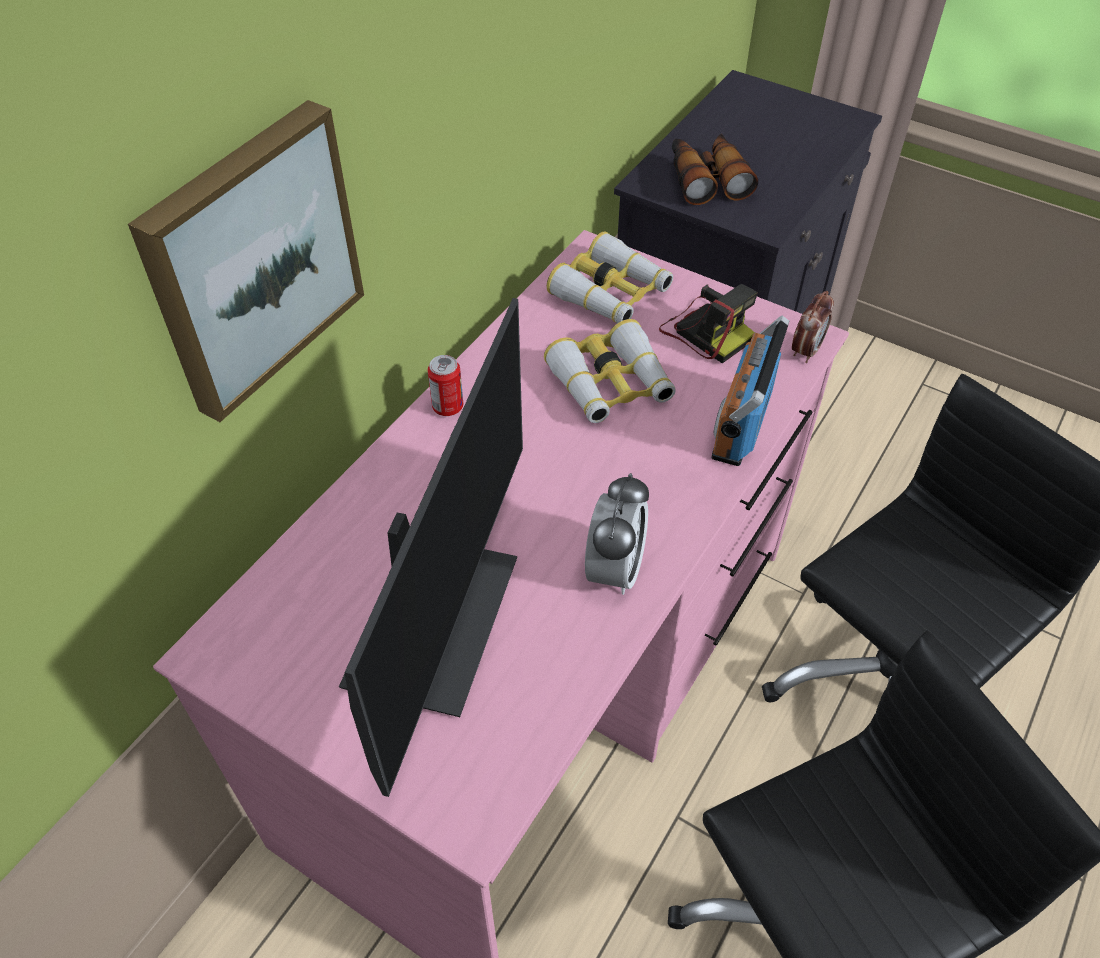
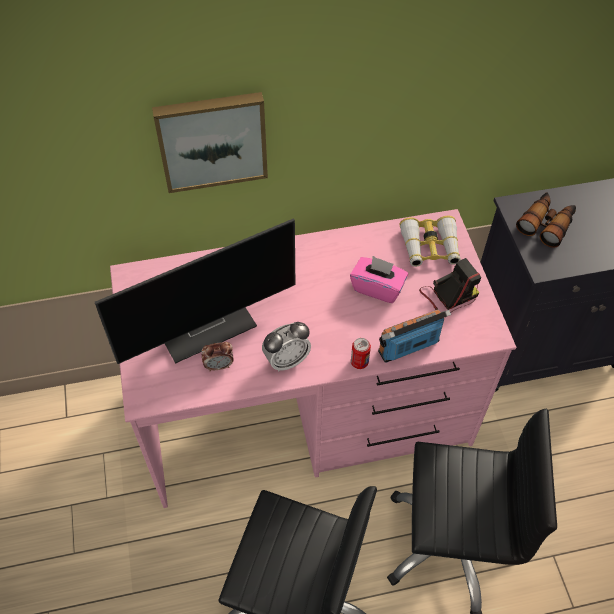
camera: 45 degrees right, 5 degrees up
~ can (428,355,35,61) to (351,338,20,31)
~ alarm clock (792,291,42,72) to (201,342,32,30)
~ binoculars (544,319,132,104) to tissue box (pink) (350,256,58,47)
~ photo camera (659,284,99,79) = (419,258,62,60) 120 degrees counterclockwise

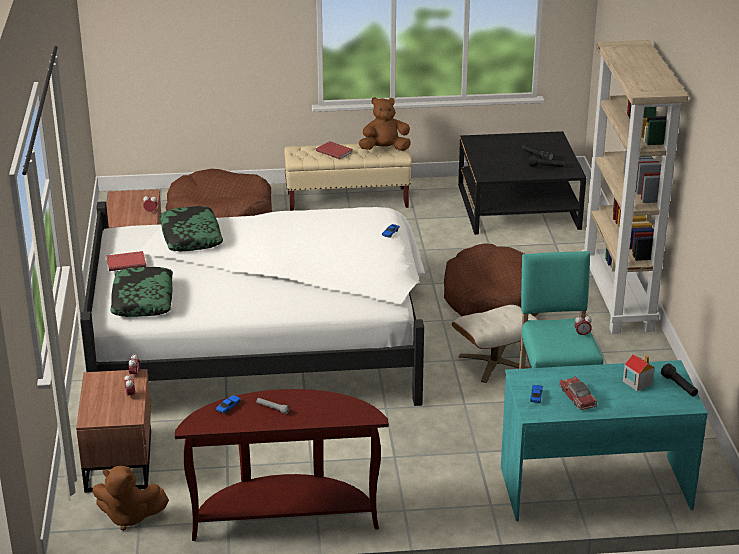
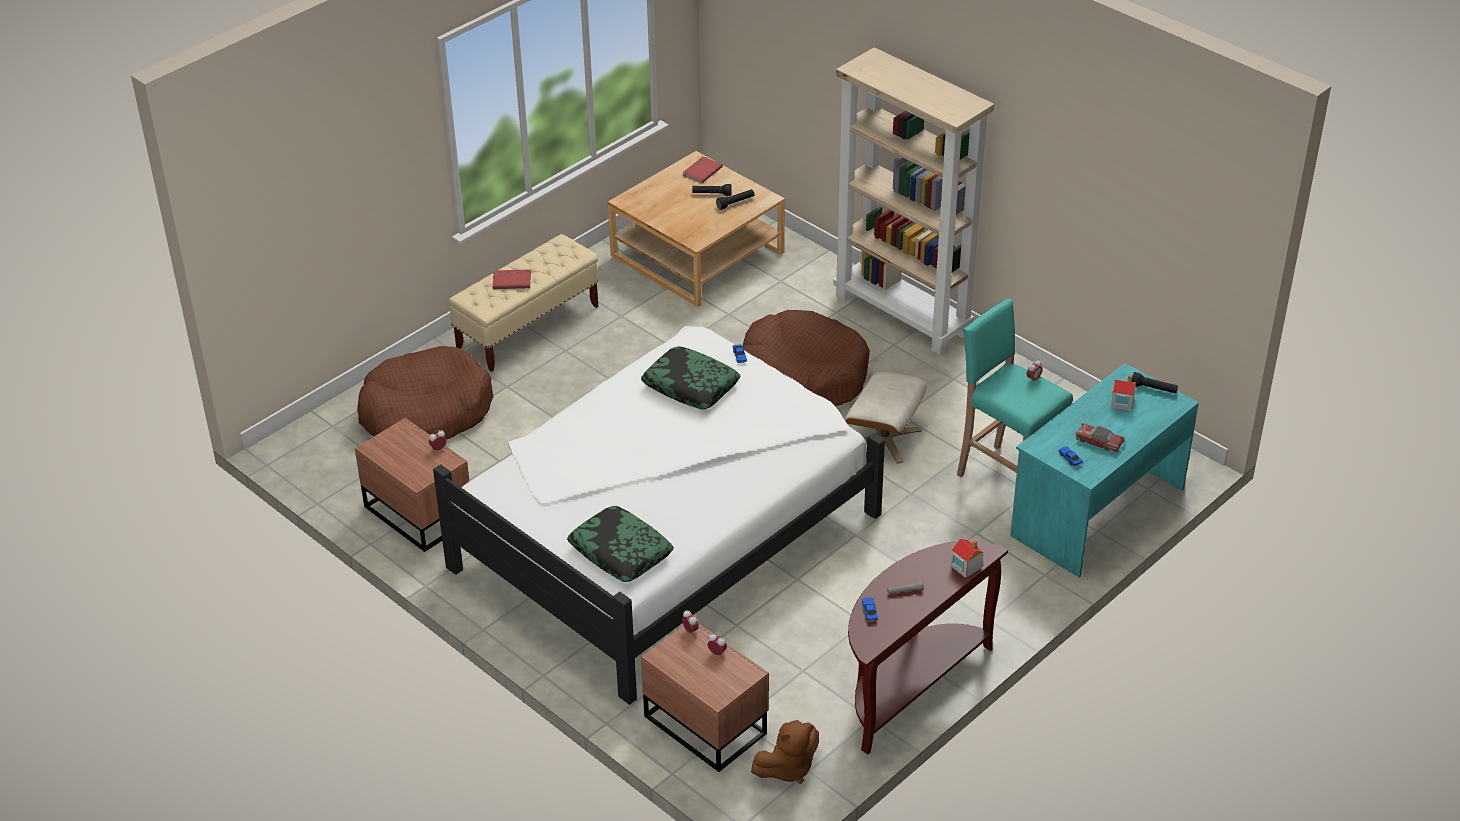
camera: 40 degrees left, 10 degrees up
- plush toy (brown) (358,97,53,54)
+ toy house (950,539,33,39)
~ book (red) (106,251,40,20) to (682,156,41,27)
~ pillow (159,206,64,46) to (641,346,99,63)
~ coffee table (black) (458,131,128,104) to coffee table (beige) (608,151,177,156)

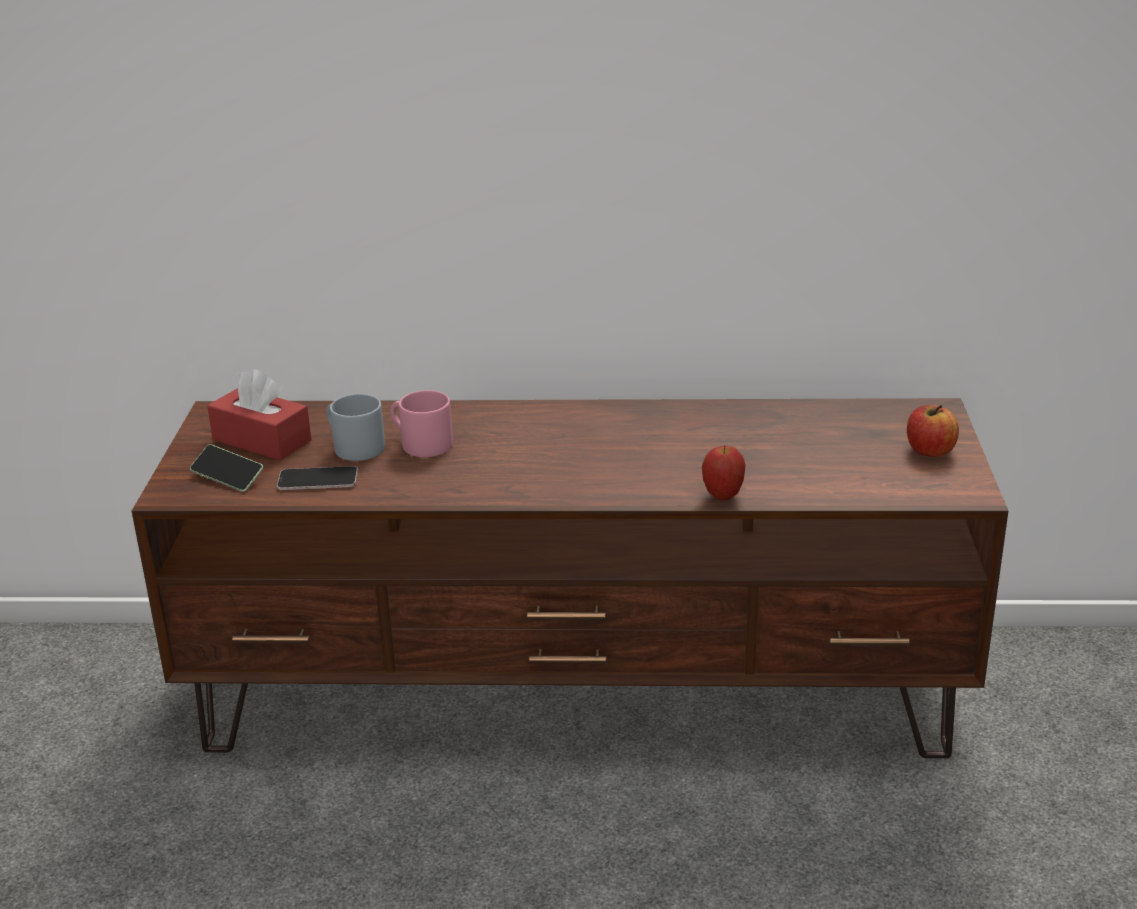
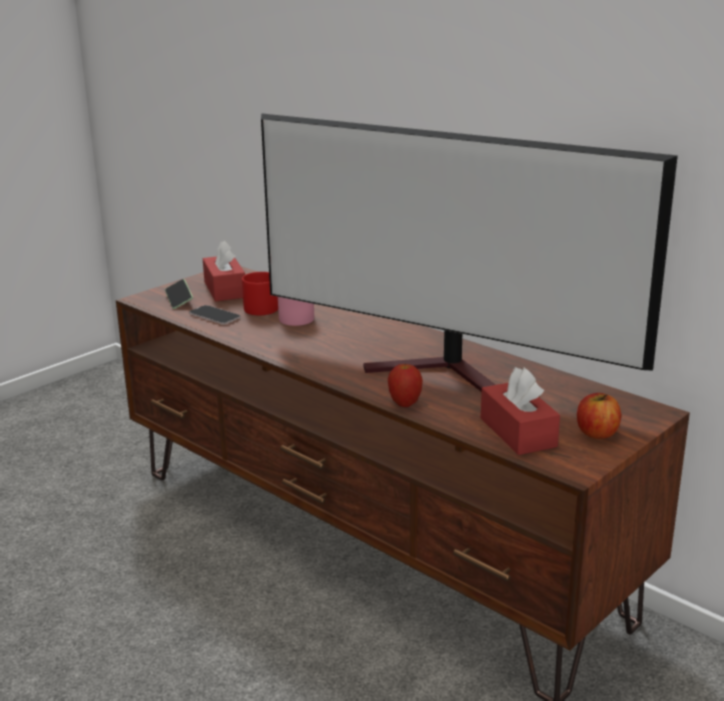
camera: 40 degrees right, 5 degrees down
+ television (261,113,417,279)
+ tissue box (red) (481,368,79,87)
~ mug (grey) (326,394,59,67) to mug (red) (242,272,36,43)

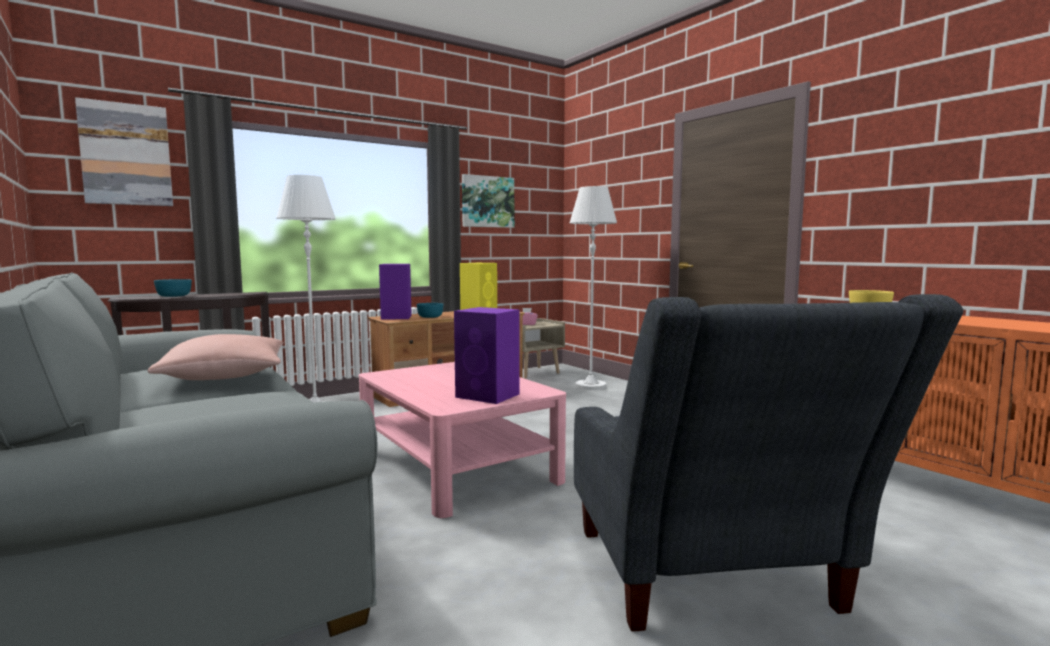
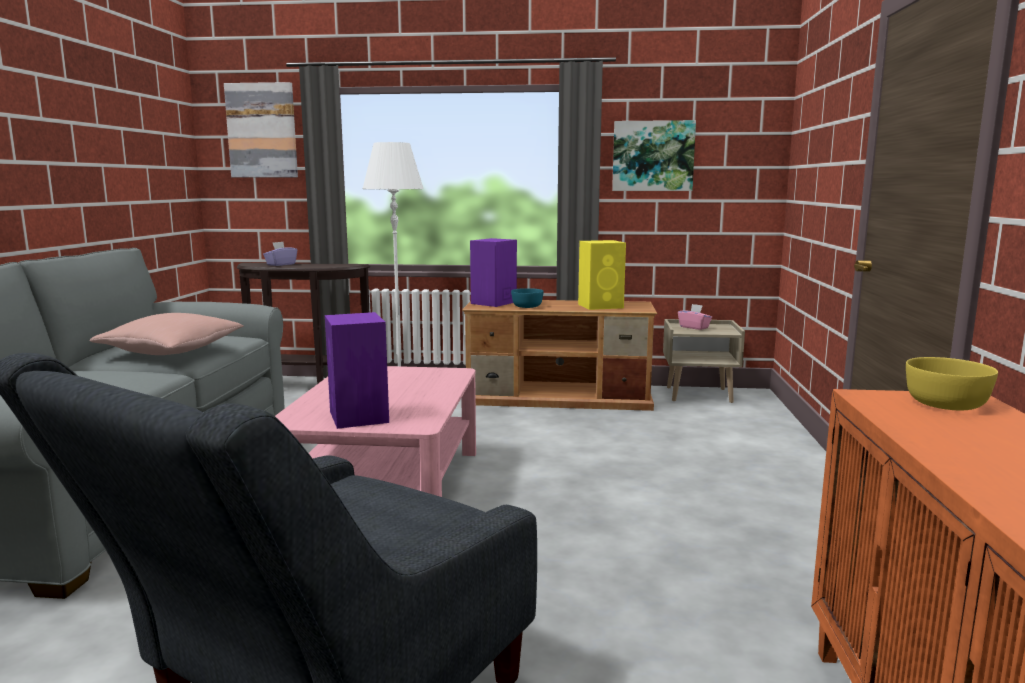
camera: 40 degrees right, 5 degrees up
- floor lamp (white) (570,186,47,204)
~ bowl (turquoise) (154,279,38,18) to tissue box (purple) (263,242,34,24)

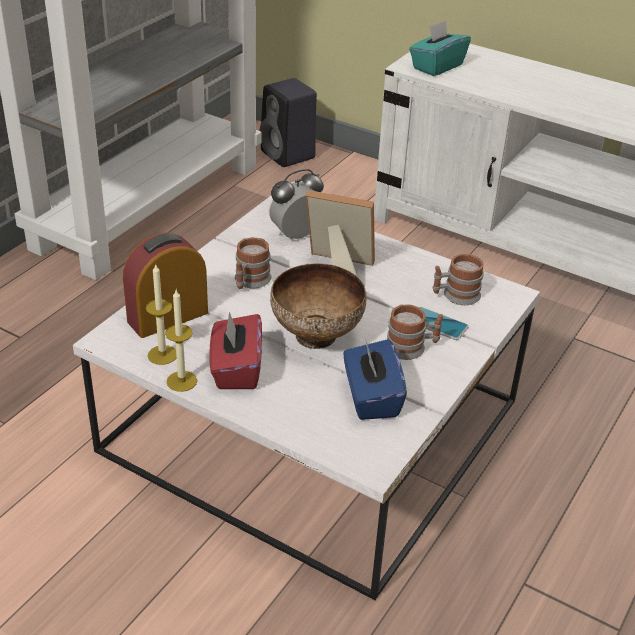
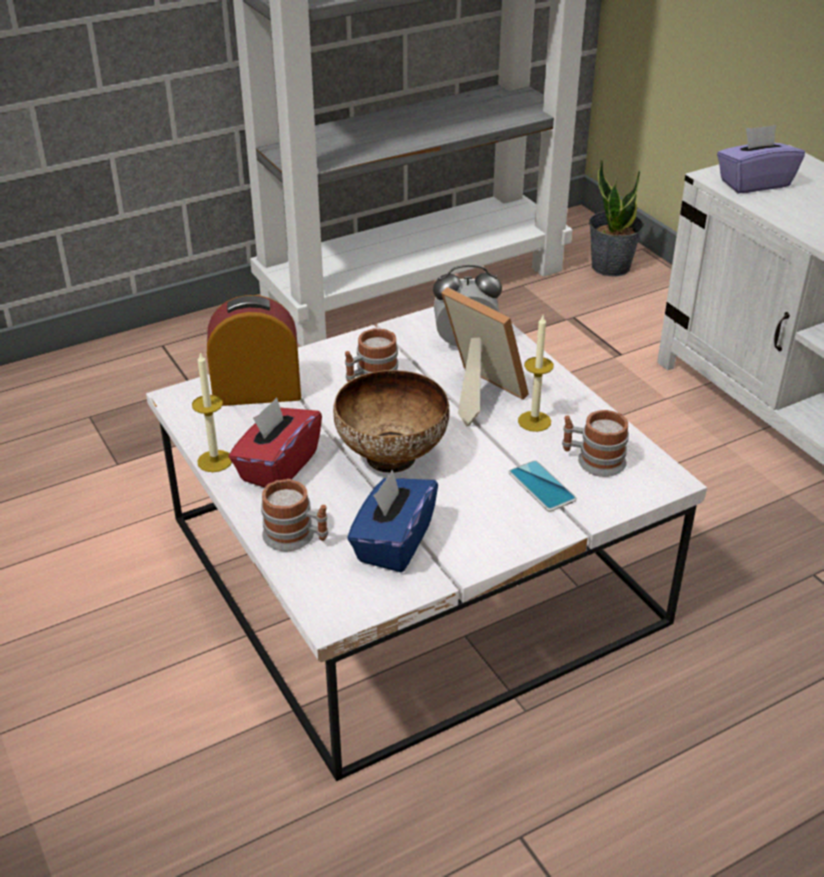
camera: 30 degrees right, 0 degrees up
~ candle (146,263,31,102) to (518,316,36,116)
~ mug (387,304,56,56) to (261,479,67,72)
~ speaker (black) (260,78,57,89) to potted plant (589,159,54,118)
~ tissue box (turquoise) (409,20,62,56) to tissue box (purple) (717,125,88,68)

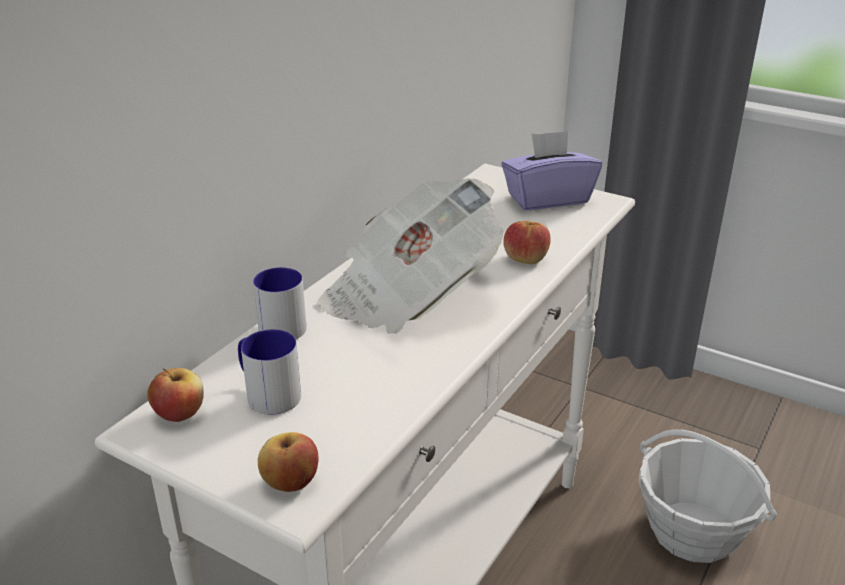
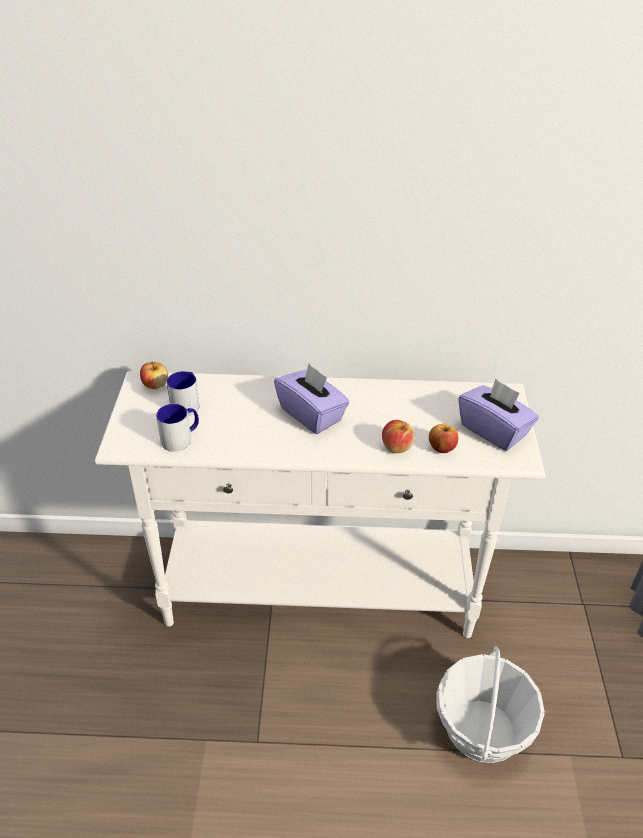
camera: 60 degrees right, 10 degrees up
~ mug (253,267,54,72) to (156,404,43,48)
~ apple (258,432,61,60) to (429,424,29,29)
~ newspaper (319,178,185,156) to tissue box (purple) (274,364,76,70)

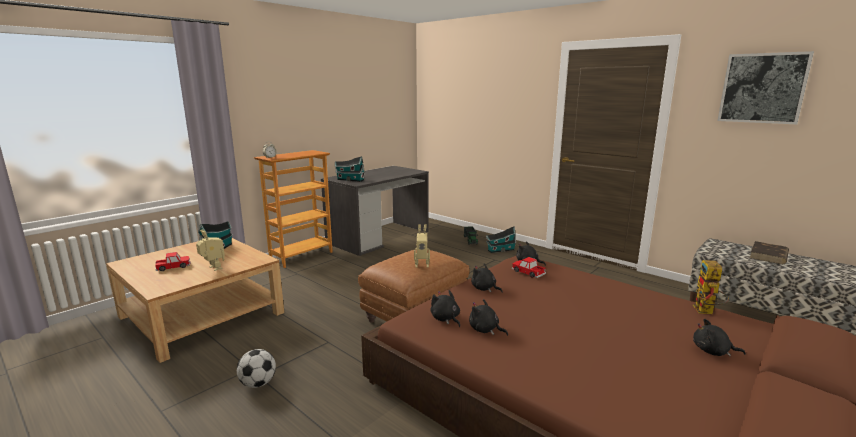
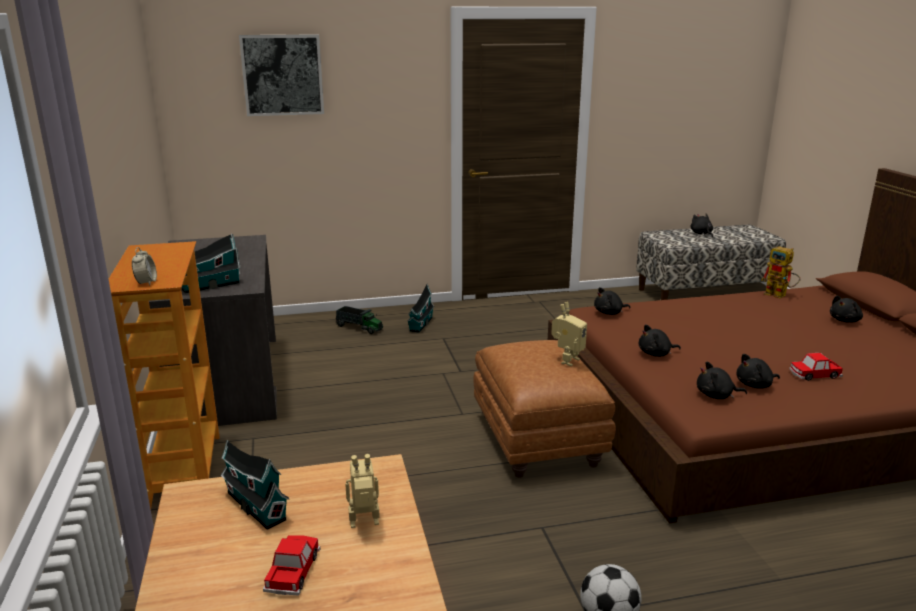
camera: 55 degrees left, 5 degrees up
~ toy car (512,257,34,21) to (789,353,54,28)
~ picture (718,51,96,73) to (239,34,85,82)
~ book (brown) (750,241,39,23) to plush toy (black) (691,213,22,24)

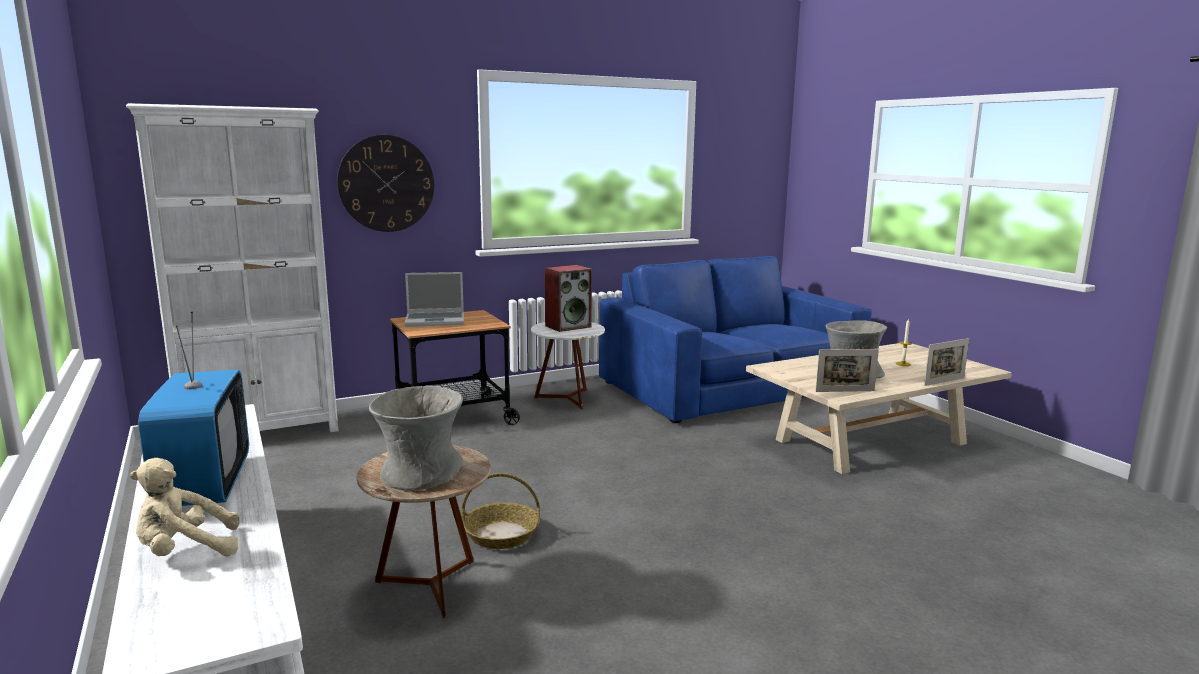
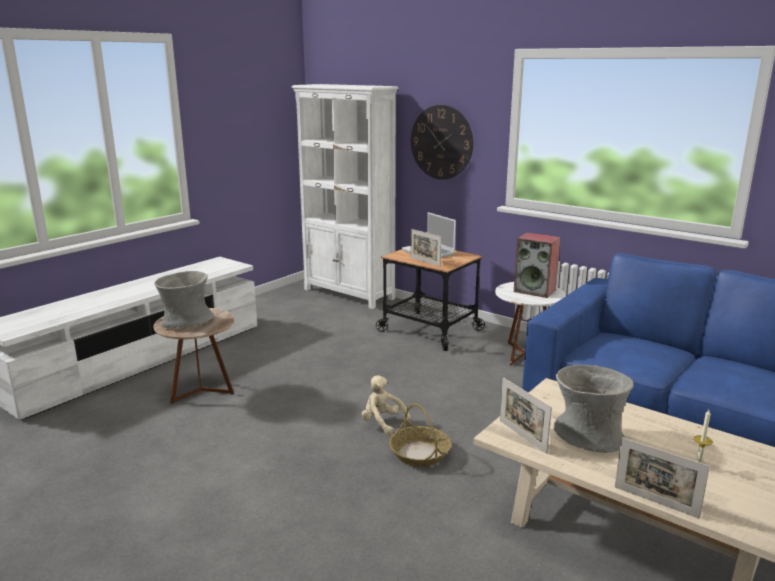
camera: 65 degrees right, 5 degrees up
- television (138,312,111,194)
+ picture frame (410,229,32,38)
~ plush toy (beige) (130,458,110,98) to (362,376,50,60)
~ basket (461,473,79,76) to (389,403,62,64)

